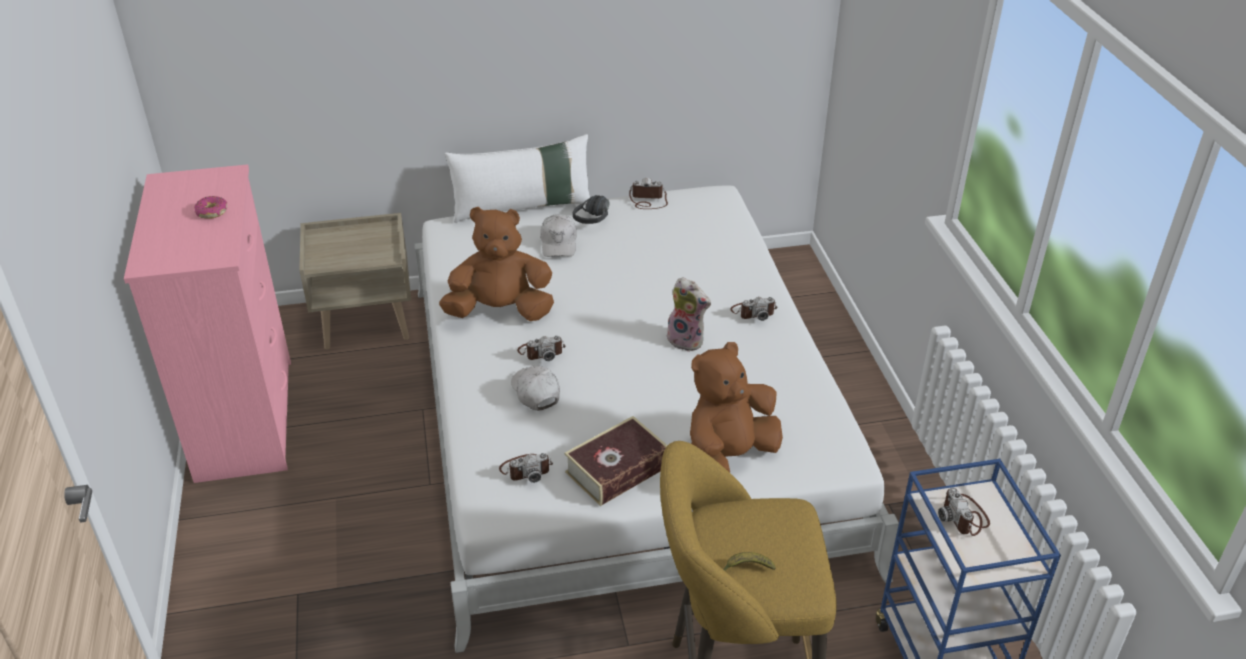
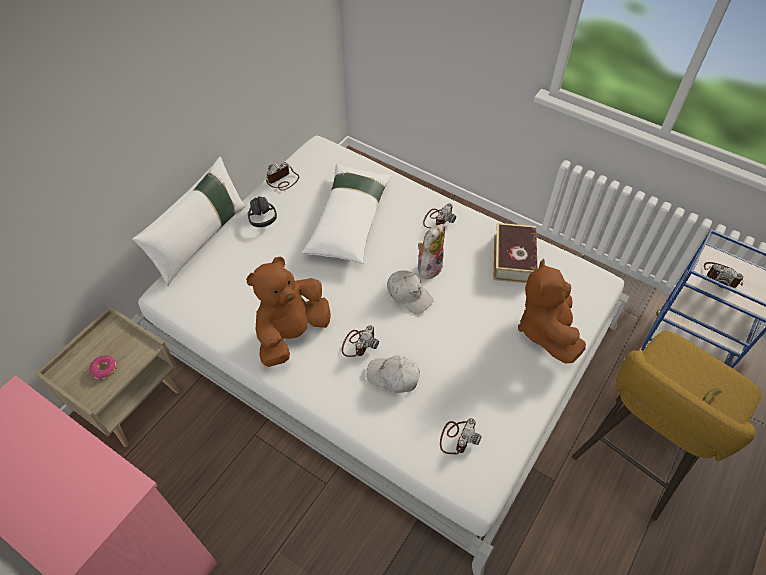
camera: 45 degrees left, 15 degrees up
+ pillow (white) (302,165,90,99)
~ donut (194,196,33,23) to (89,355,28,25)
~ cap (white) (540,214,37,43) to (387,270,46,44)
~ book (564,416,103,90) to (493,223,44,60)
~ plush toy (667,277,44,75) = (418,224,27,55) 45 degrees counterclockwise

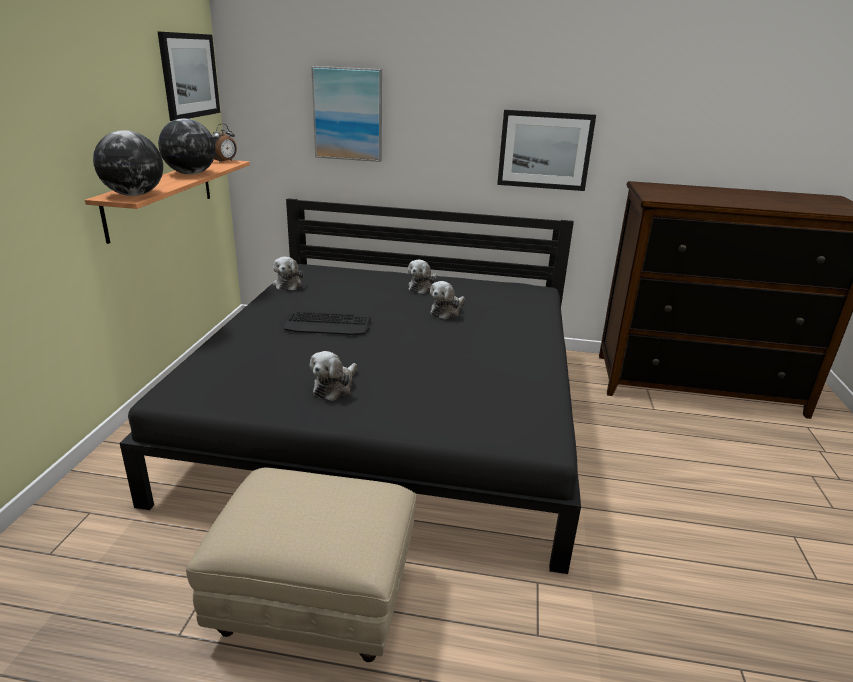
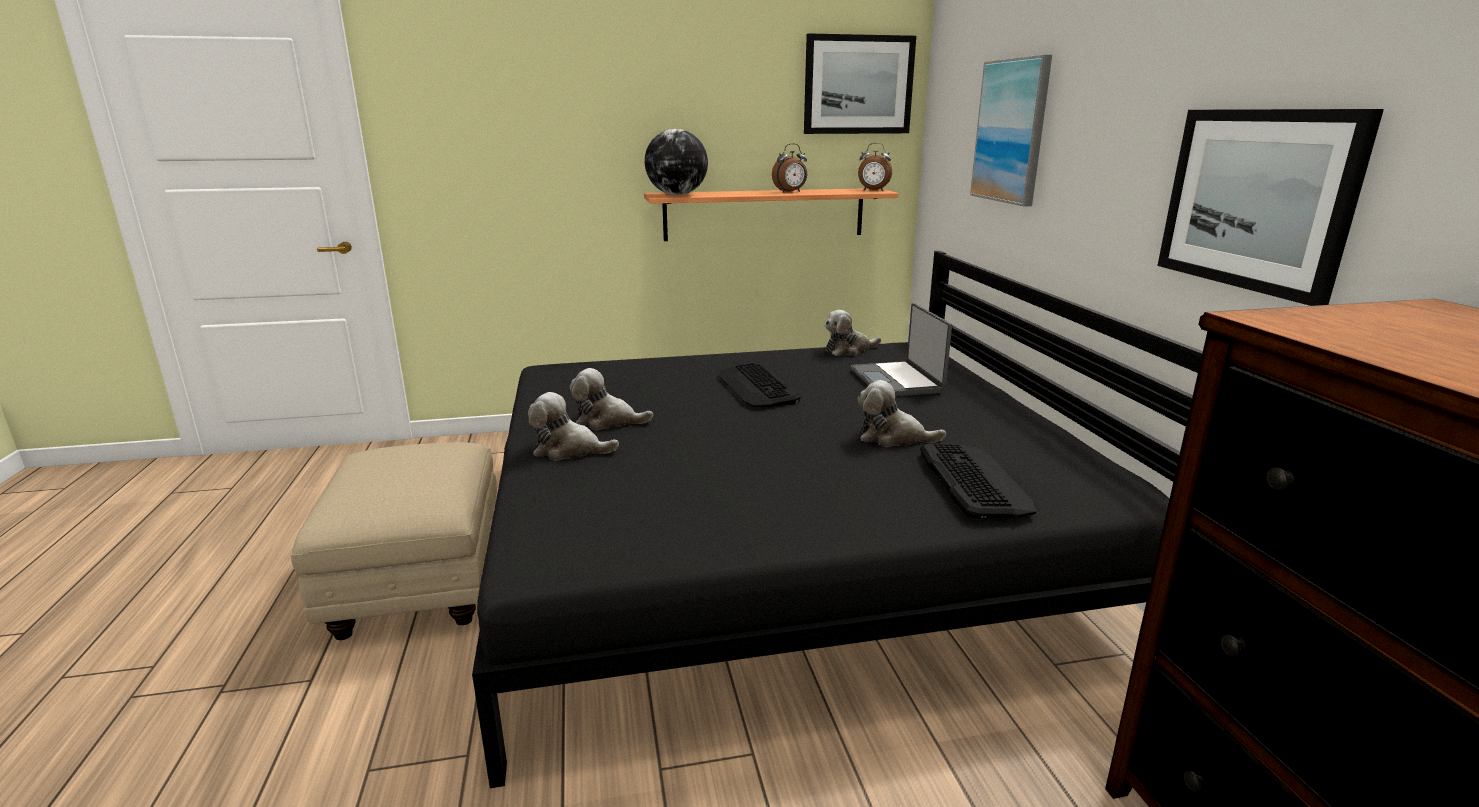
camera: 70 degrees right, 5 degrees down
+ laptop (851,303,101,93)
+ keyboard (920,443,116,76)
~ plush toy (408,260,29,34) to (528,392,91,69)
~ globe (158,119,58,56) to alarm clock (772,143,35,49)

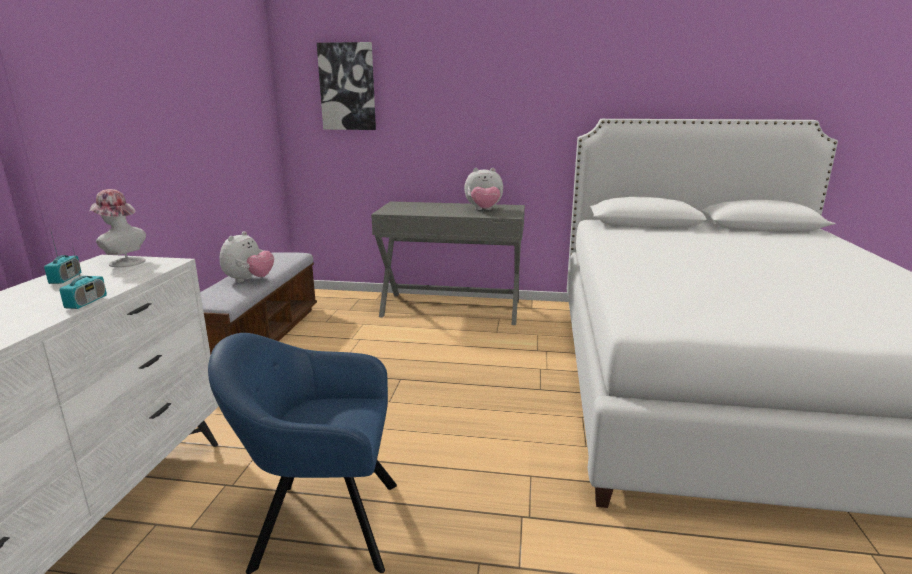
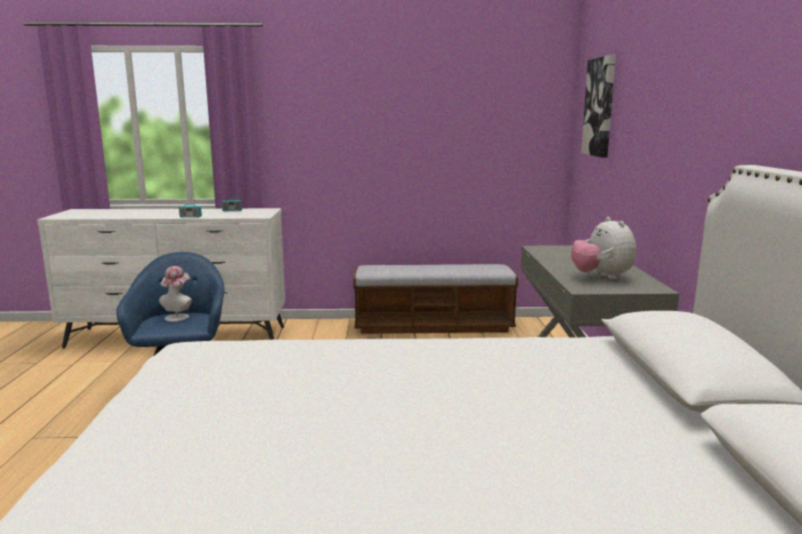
camera: 80 degrees right, 5 degrees down
- plush toy (220,231,54,52)
~ hat (90,189,56,78) to (159,266,33,56)

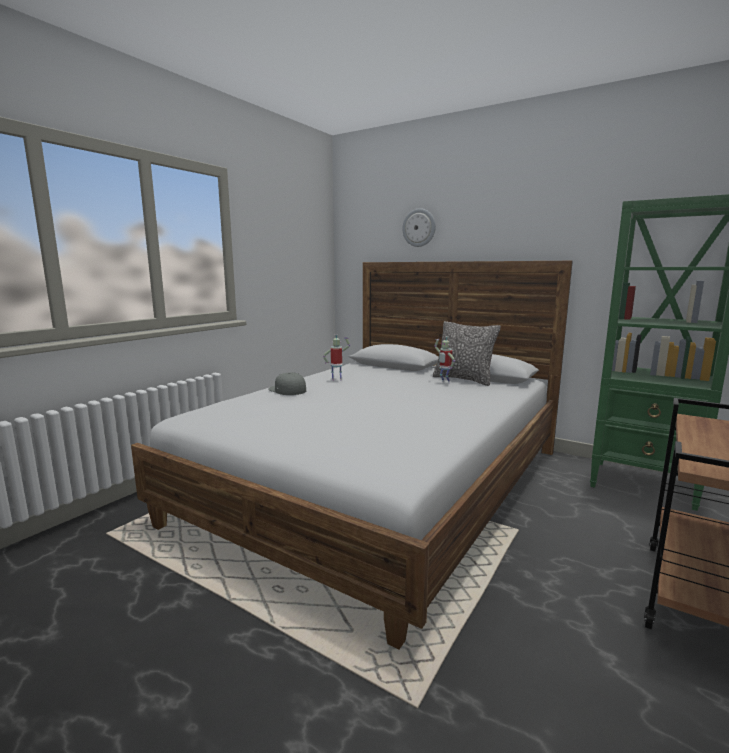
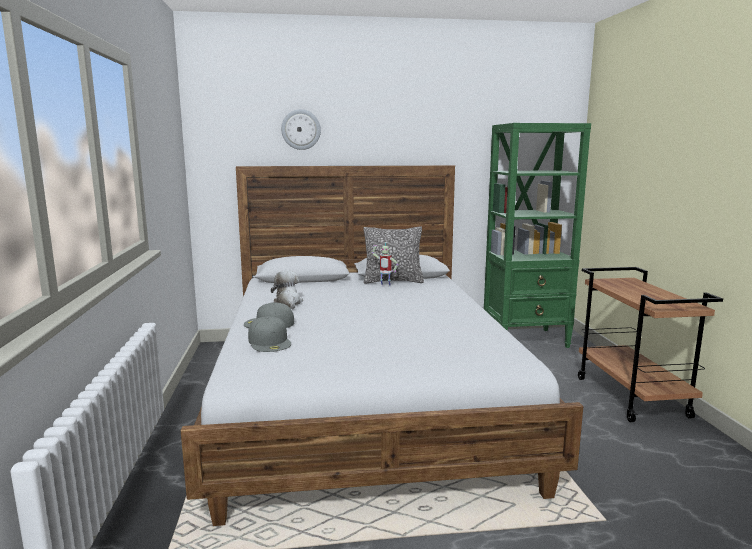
camera: 40 degrees left, 0 degrees up
+ cap (grey) (248,316,43,36)
~ toy robot (323,334,27,47) to plush toy (271,270,32,39)

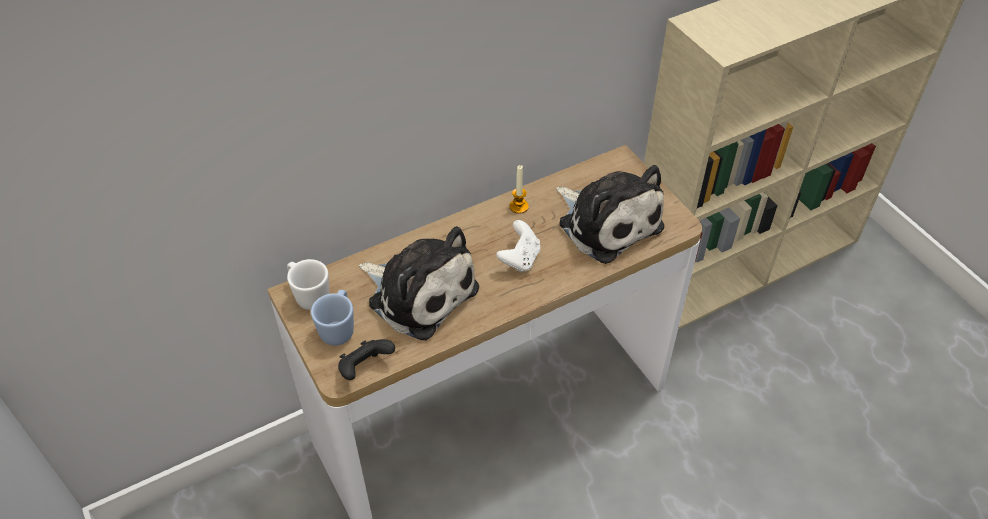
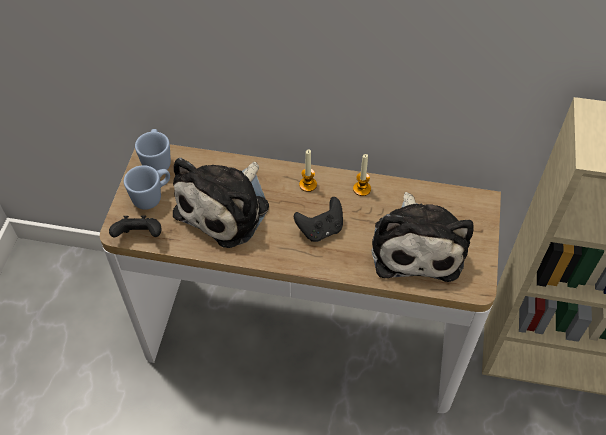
camera: 40 degrees right, 5 degrees up
+ candle (299,149,18,43)
~ mug (white) (287,259,43,51) to mug (blue) (135,129,36,41)
~ game controller (white) (496,220,44,53) to game controller (black) (294,197,49,45)
~ plush toy (359,226,120,115) = (173,158,96,90) 45 degrees clockwise

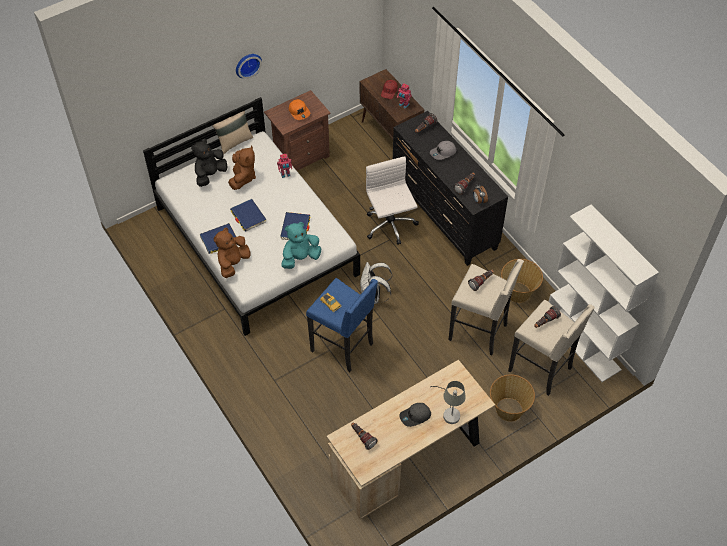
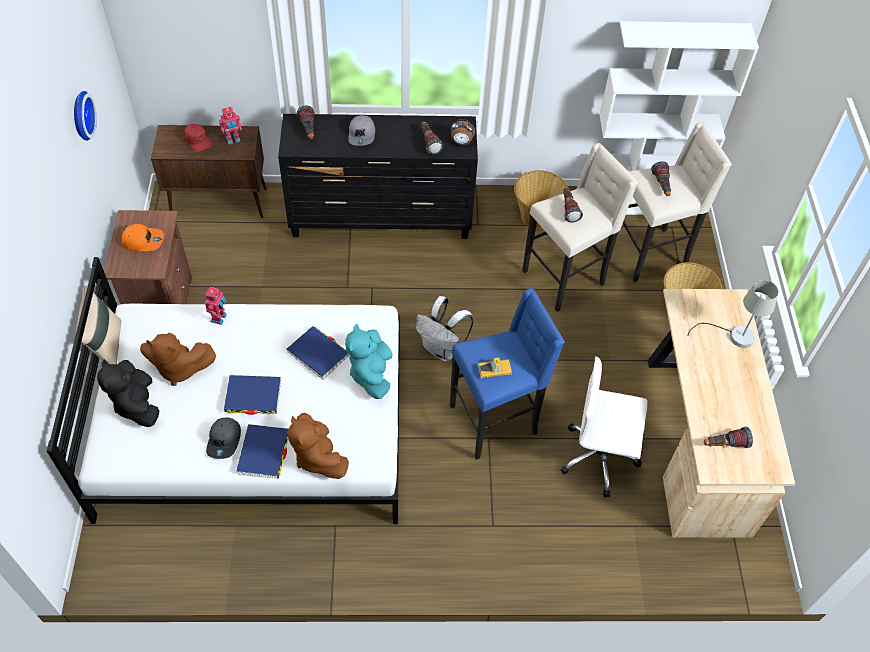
camera: 60 degrees left, 0 degrees up
~ wall clock (236,54,26,25) to (74,91,23,50)
~ office chair (white) (366,156,53,89) to (561,357,86,140)
~ cap (grey) (399,403,32,24) to (206,417,35,42)
~ plush toy (brown) (228,146,28,44) = (140,333,76,53) 150 degrees clockwise

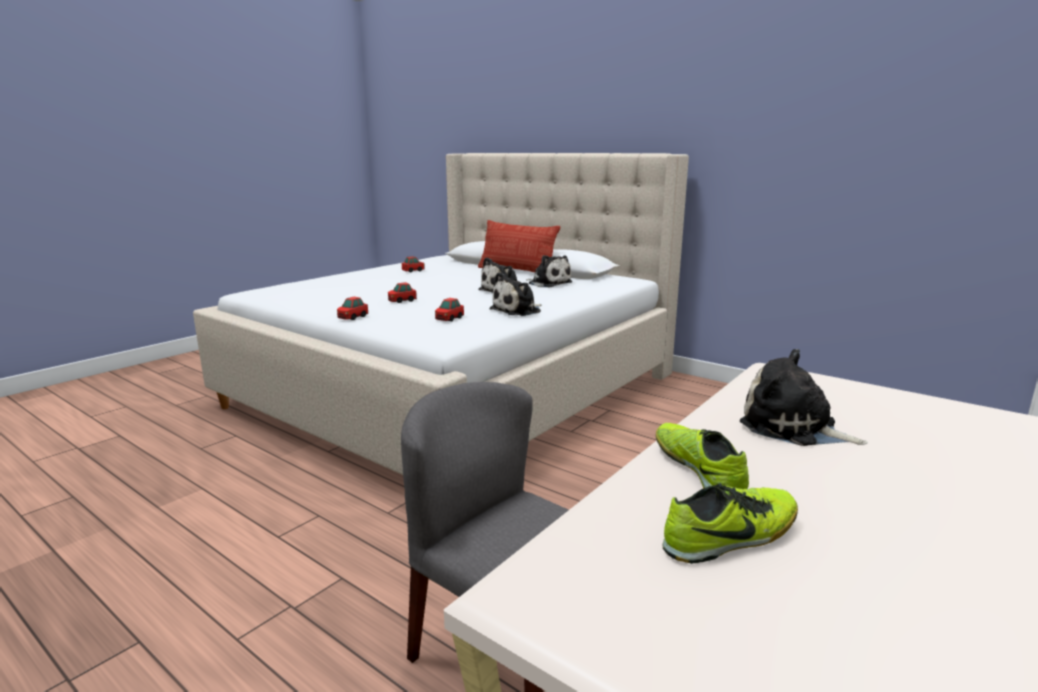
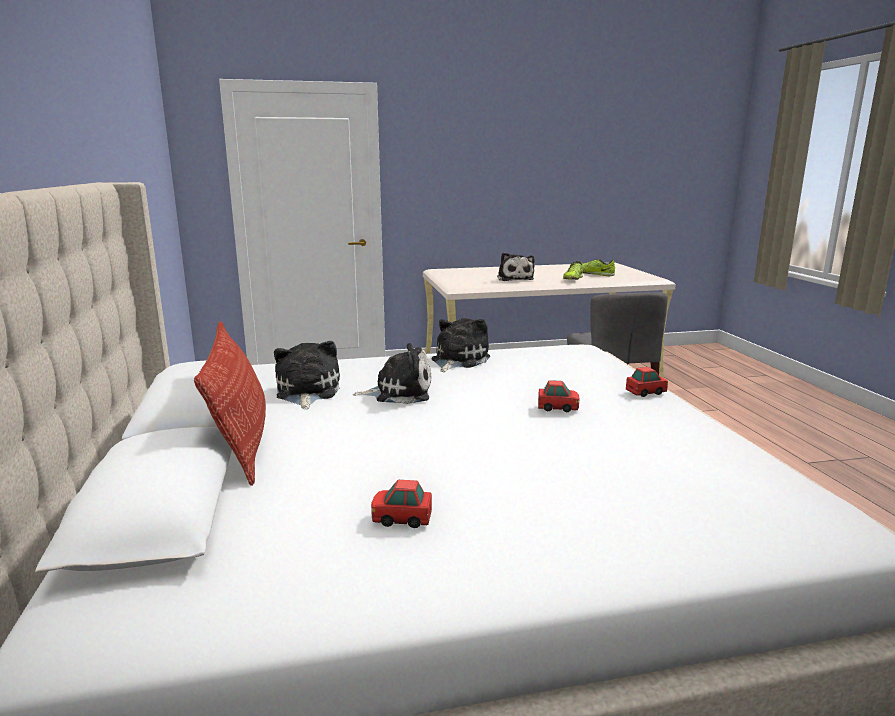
camera: 140 degrees left, 0 degrees up
- toy car (435,298,29,23)
~ plush toy (490,272,51,44) = (432,318,58,54) 60 degrees counterclockwise

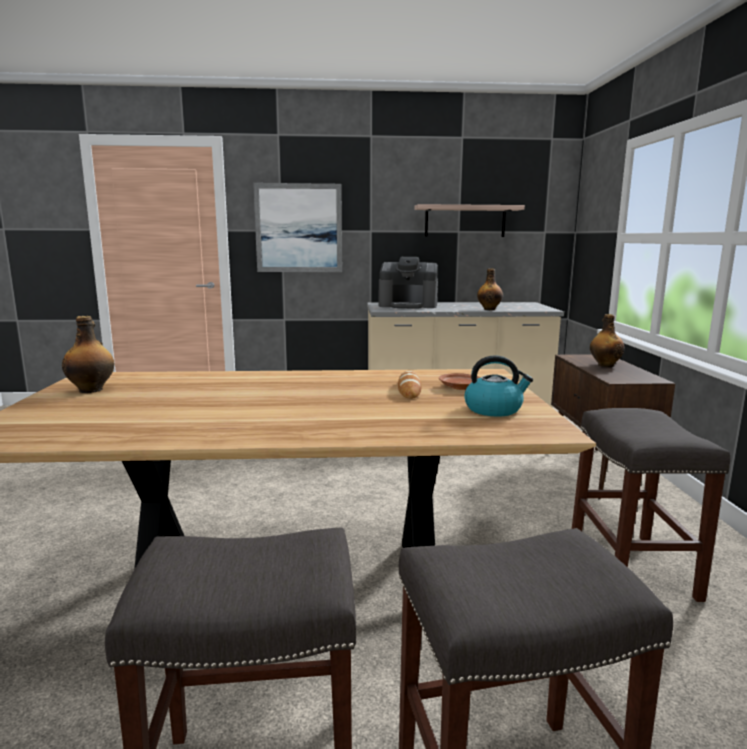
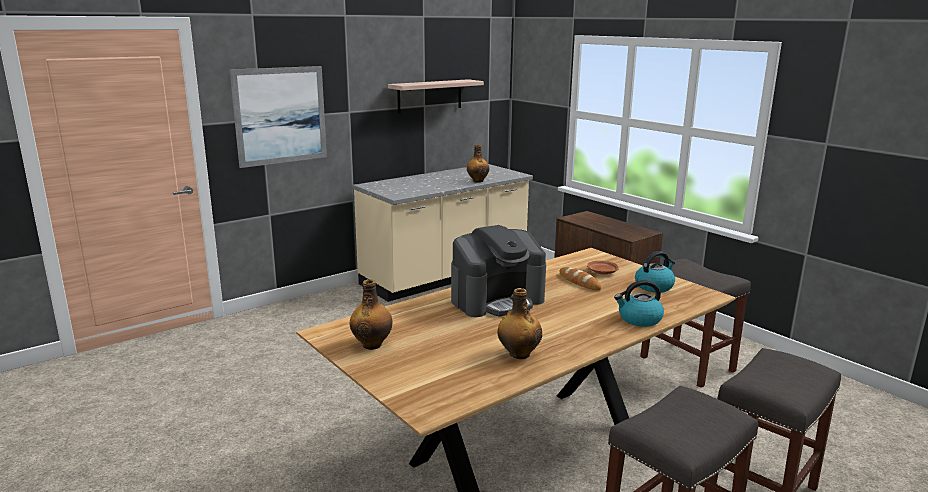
camera: 35 degrees left, 5 degrees up
+ kettle (614,280,50,47)
~ coffee machine (379,257,59,52) to (451,225,95,92)
~ bottle (590,314,35,53) to (498,288,44,71)

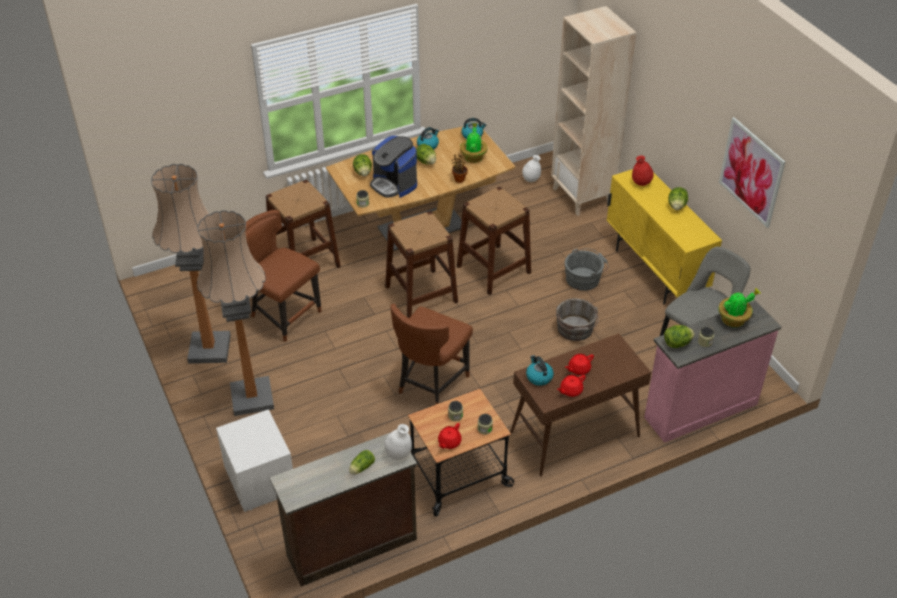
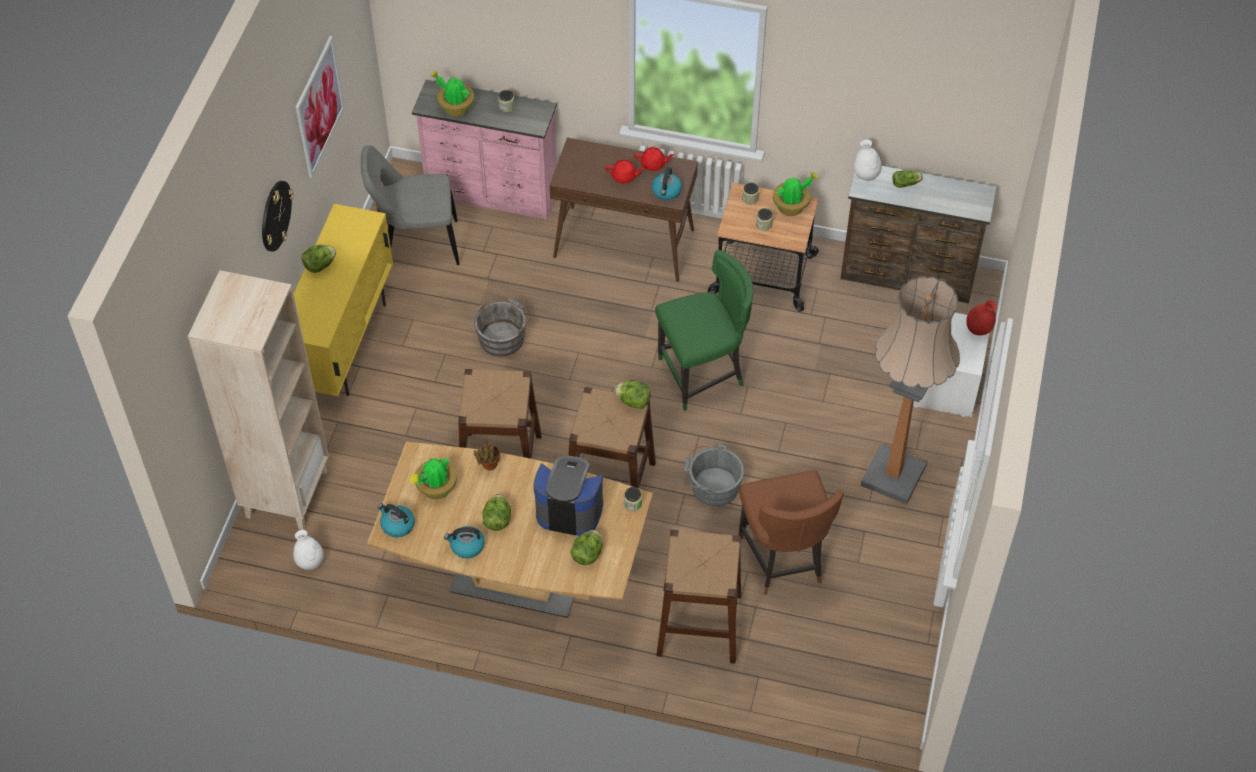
camera: 140 degrees left, 10 degrees up
- floor lamp (151,164,80,200)
+ wall clock (262,181,31,71)
~ bucket (grey) (565,248,43,43) to (683,444,61,62)
~ vase (red) (632,155,22,31) to (966,300,31,36)
~ lettuce (664,325,31,23) to (615,380,36,29)
~ teapot (red) (438,423,24,26) to potted plant (773,172,45,44)
~ chair (brown) (390,304,83,100) to chair (green) (655,250,98,161)
~ coffee machine (370,136,47,62) = (533,456,70,80) 75 degrees counterclockwise

